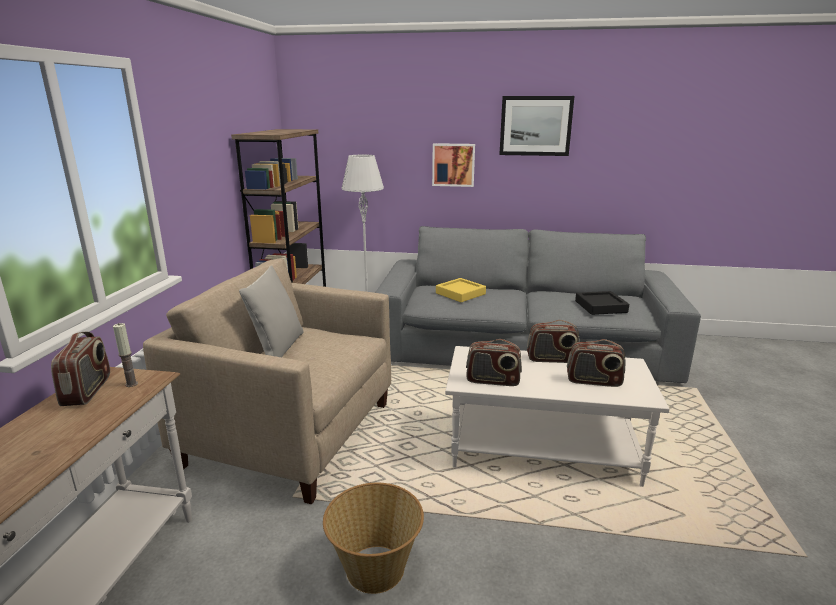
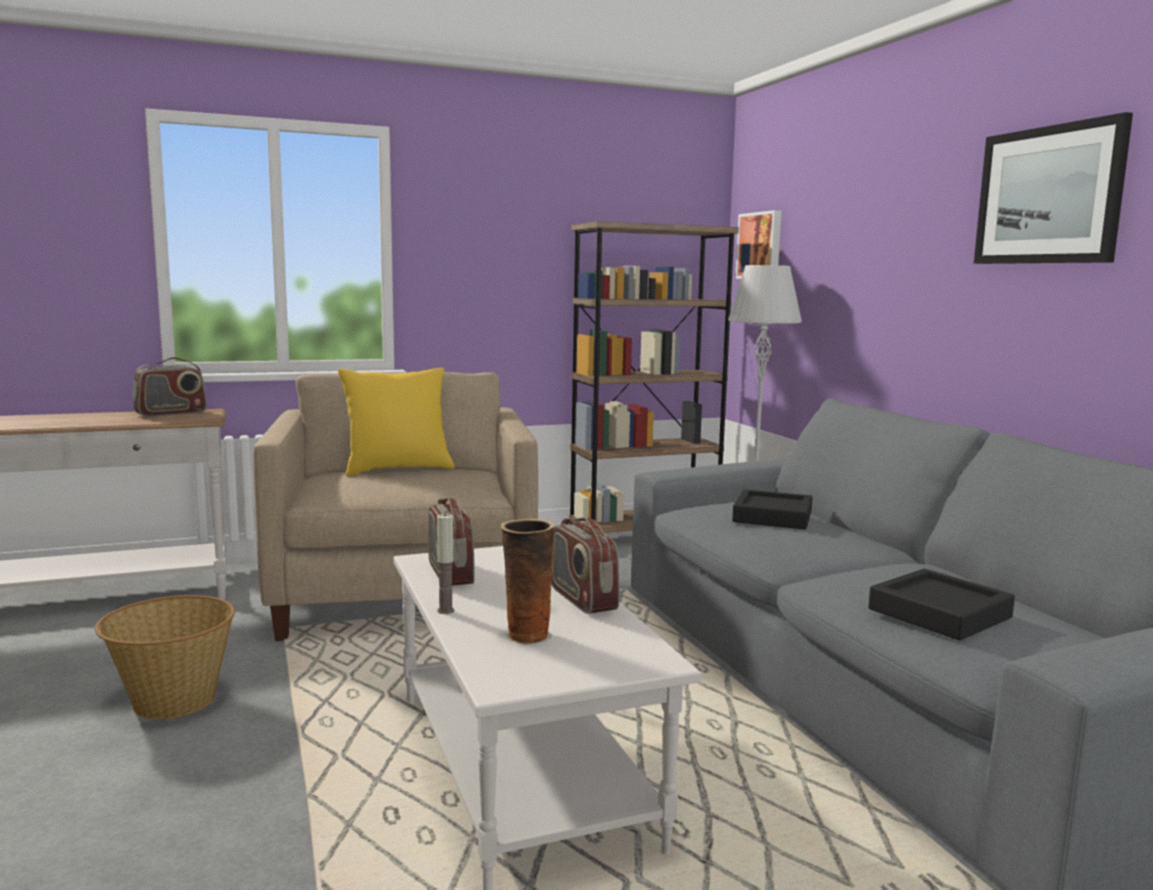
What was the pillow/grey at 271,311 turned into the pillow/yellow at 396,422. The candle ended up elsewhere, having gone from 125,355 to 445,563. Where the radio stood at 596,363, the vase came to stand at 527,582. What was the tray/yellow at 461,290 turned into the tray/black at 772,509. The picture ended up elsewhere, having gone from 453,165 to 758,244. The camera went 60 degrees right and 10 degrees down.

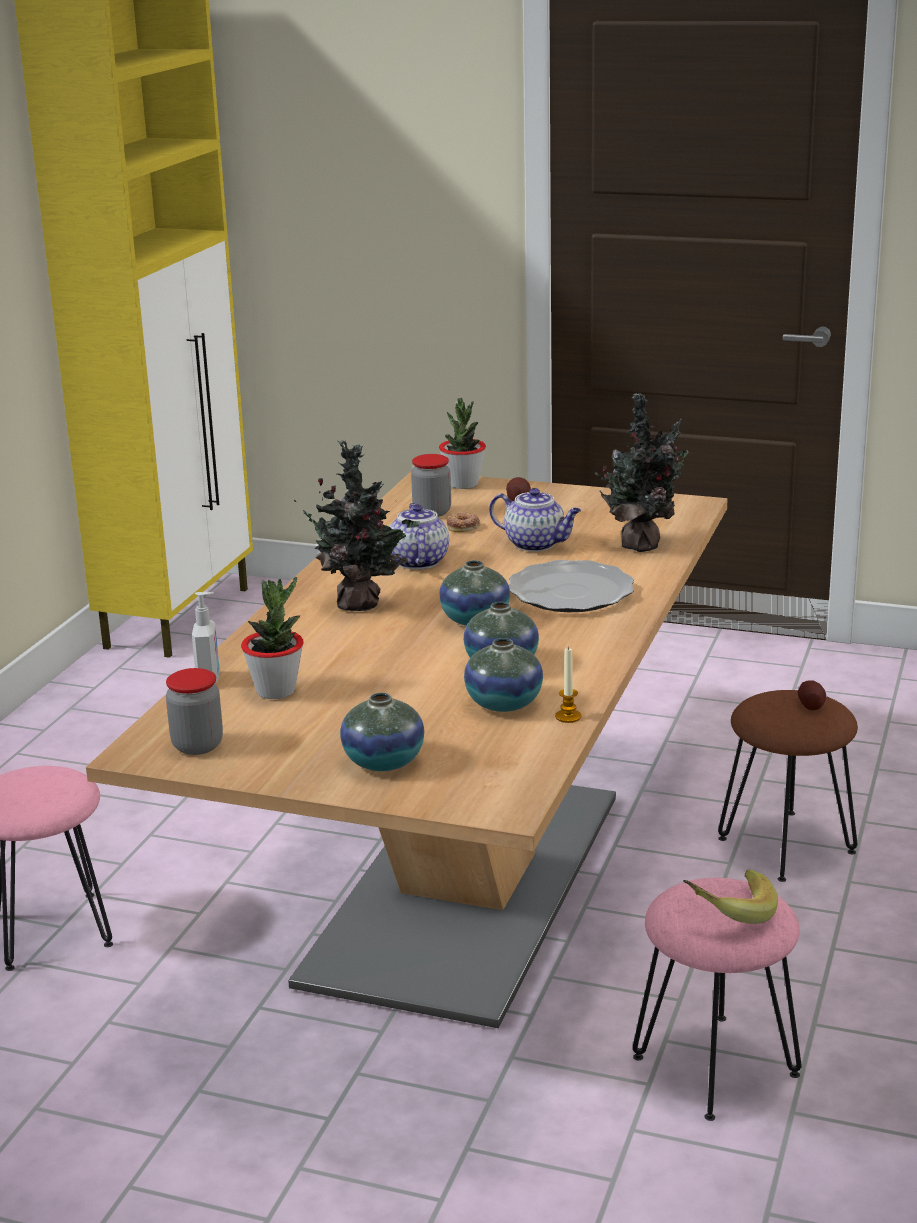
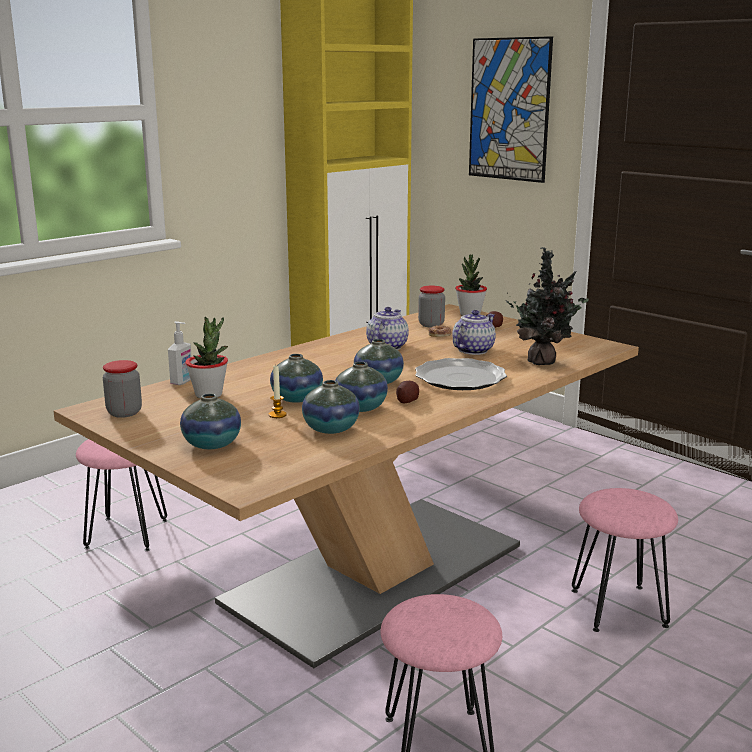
The candle ended up elsewhere, having gone from 568,685 to 278,392. The second view gained the vase at 296,378. The potato ended up elsewhere, having gone from 812,695 to 407,392. The teapot at 535,520 ended up facing another way, 105 degrees counterclockwise from before. The second view gained the picture at 511,109. What was the stool/brown at 788,786 turned into the stool/pink at 624,560. The second view lost the potted plant at 357,526. The second view lost the banana at 730,896. The camera went 25 degrees right and 5 degrees down.

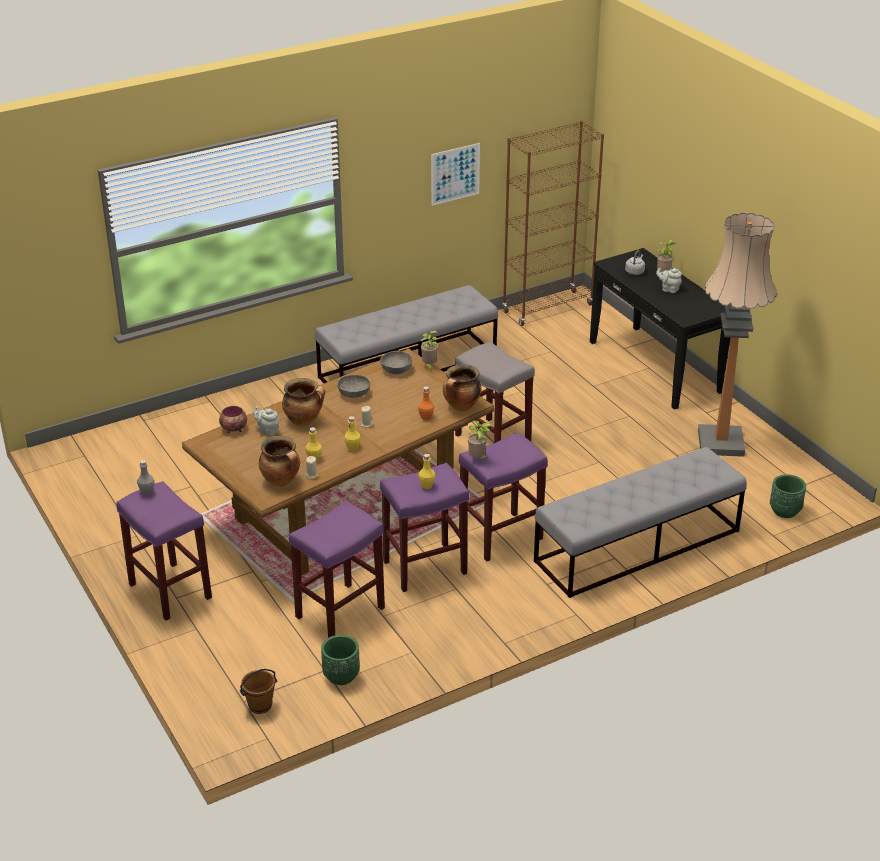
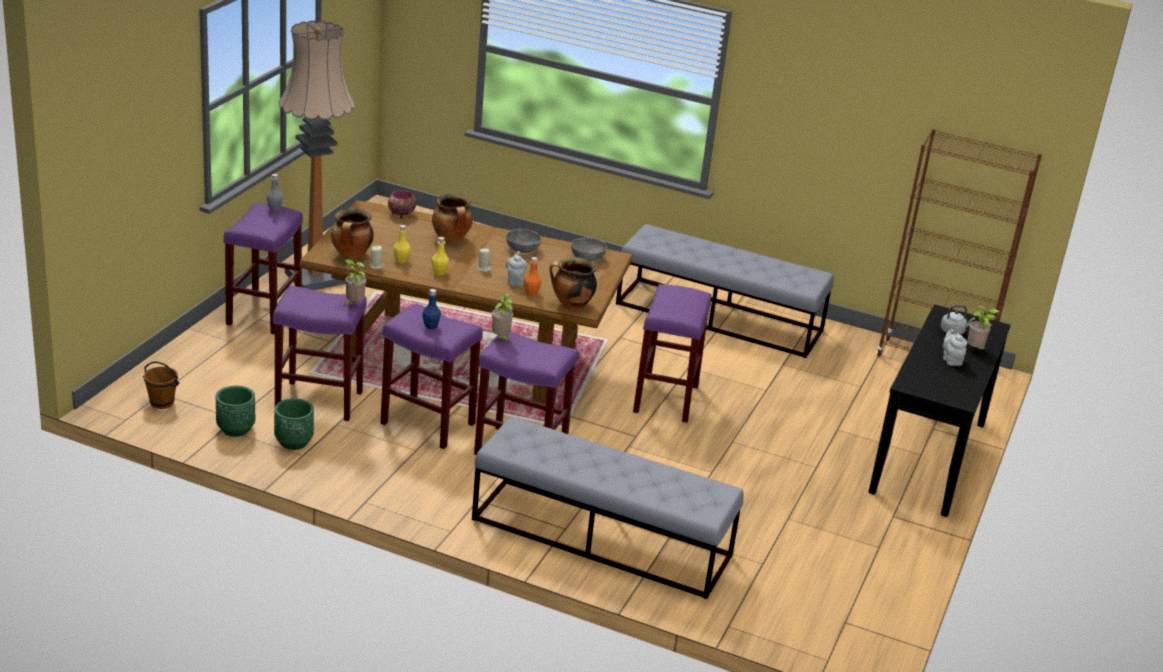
The planter/green ended up elsewhere, having gone from 788,496 to 294,424. The floor lamp ended up elsewhere, having gone from 737,335 to 317,155. The potted plant ended up elsewhere, having gone from 429,350 to 355,282. What was the bottle/yellow at 426,471 turned into the bottle/blue at 432,309. The teapot/grey ended up elsewhere, having gone from 266,421 to 516,268. What was the stool/grey at 495,392 turned into the stool/purple at 672,353. The second view lost the picture at 455,174. The camera went 50 degrees right and 5 degrees down.

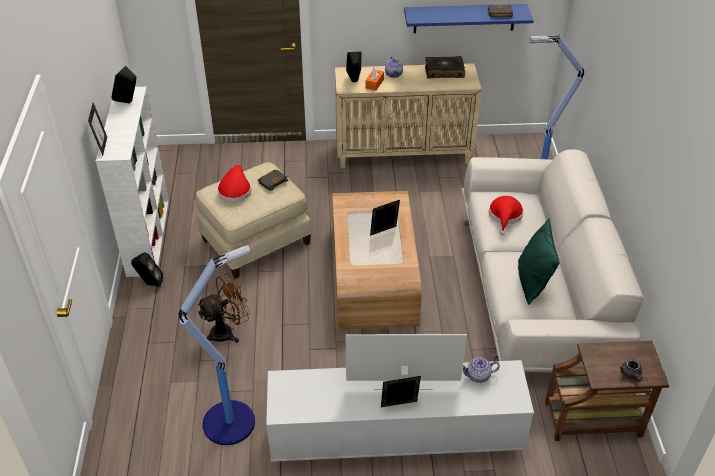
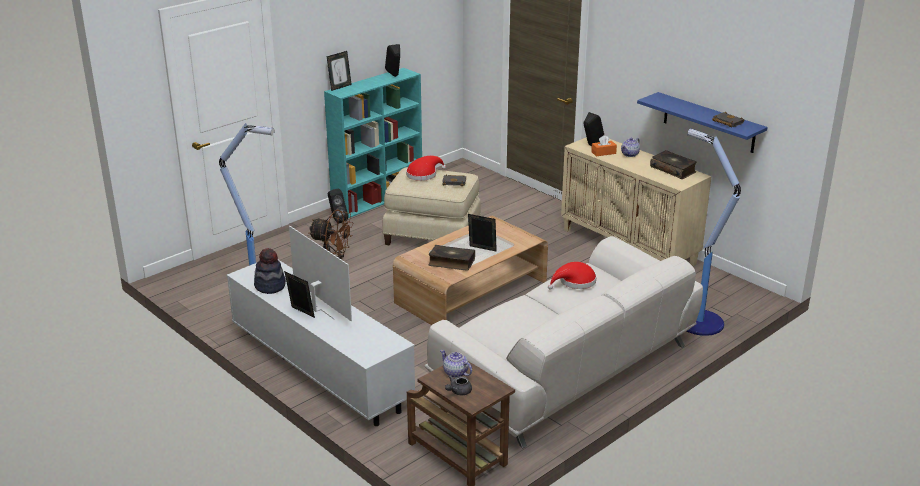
The second view gained the hat at 270,271. What was the bookcase/white at 132,182 turned into the bookcase/turquoise at 373,143. The second view gained the book at 452,258. The teapot ended up elsewhere, having gone from 481,370 to 456,364. The second view lost the pillow/green at 539,261. The camera went 50 degrees right and 15 degrees down.

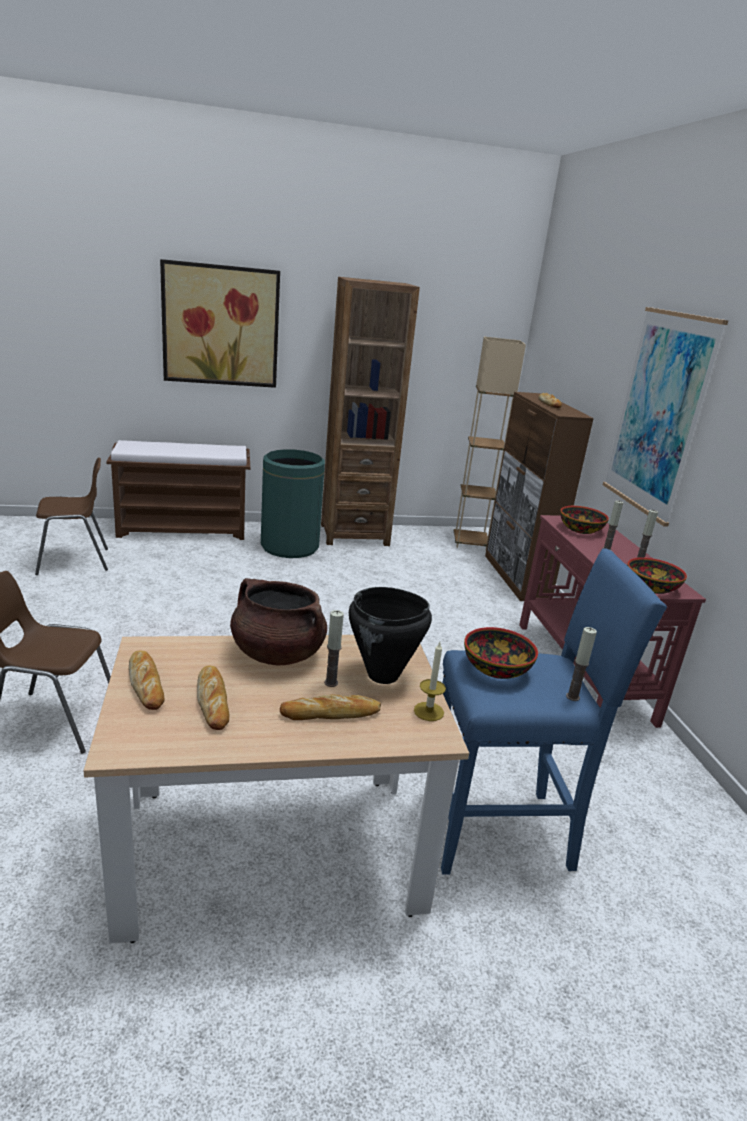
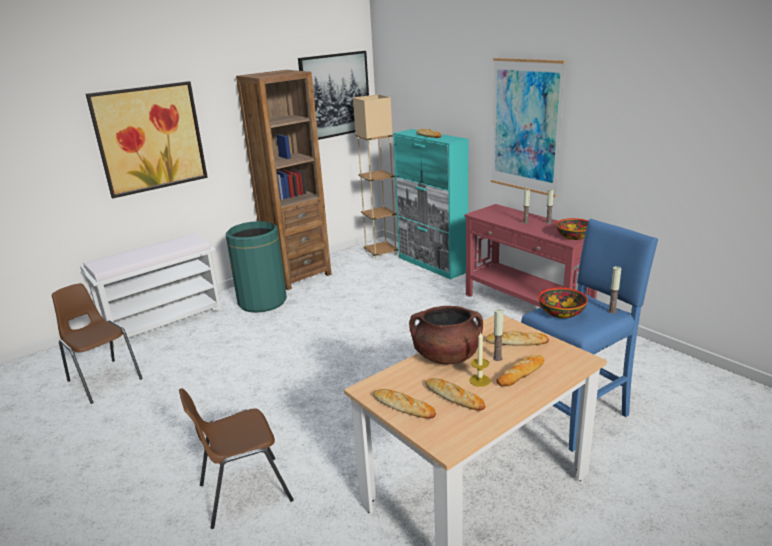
The chair/brown at 71,516 ended up facing another way, 90 degrees counterclockwise from before. What was the bench/brown at 178,490 turned into the bench/white at 151,290. The second view gained the picture at 333,95. What was the cabinet/brown at 539,496 turned into the cabinet/turquoise at 431,204. The candle ended up elsewhere, having gone from 430,681 to 480,359. Where the cooking pot/black stood at 390,635, the bread came to stand at 517,338. The second view lost the bowl at 584,520. The camera went 25 degrees left and 0 degrees up.

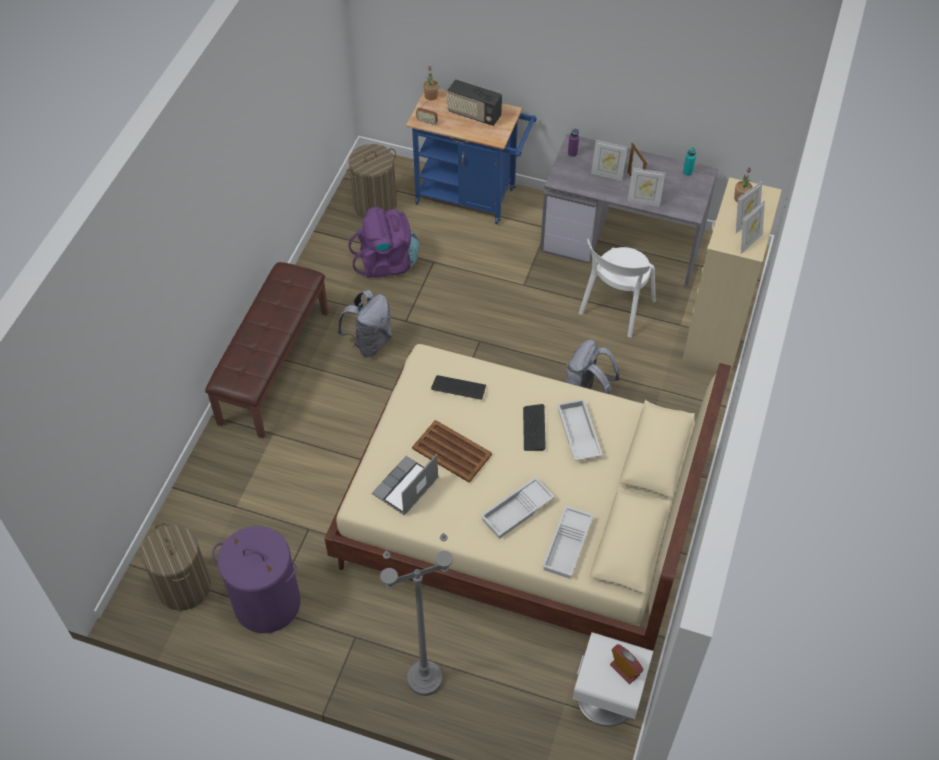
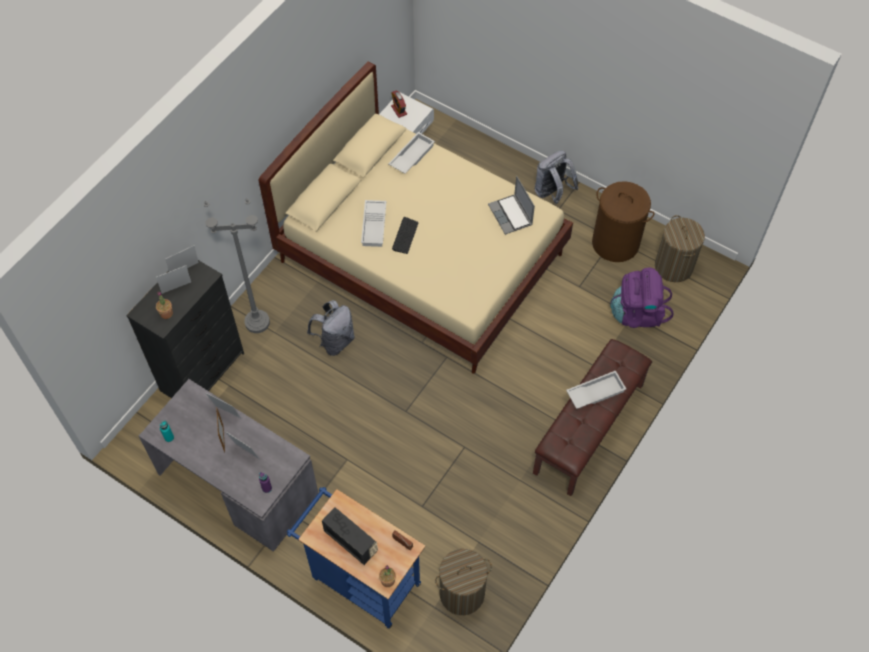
What was the dresser/beige at 732,275 turned into the dresser/black at 185,329. The floor lamp/grey ended up elsewhere, having gone from 416,614 to 237,265. The laptop at 405,485 ended up facing another way, 105 degrees clockwise from before. The backpack/grey ended up elsewhere, having gone from 364,323 to 557,177. The tray/white ended up elsewhere, having gone from 517,508 to 596,389. What was the laundry basket/purple at 256,579 turned into the laundry basket/brown at 623,221. The backpack/purple ended up elsewhere, having gone from 384,242 to 642,298. The second view lost the tray/brown at 452,451. The second view lost the keyboard at 458,387. The second view lost the chair/white at 617,288. The camera went 165 degrees left and 5 degrees up.

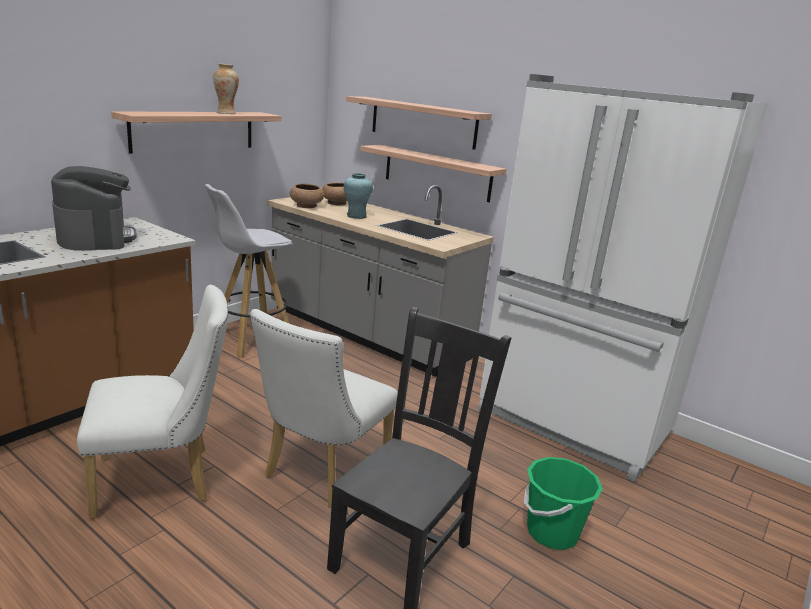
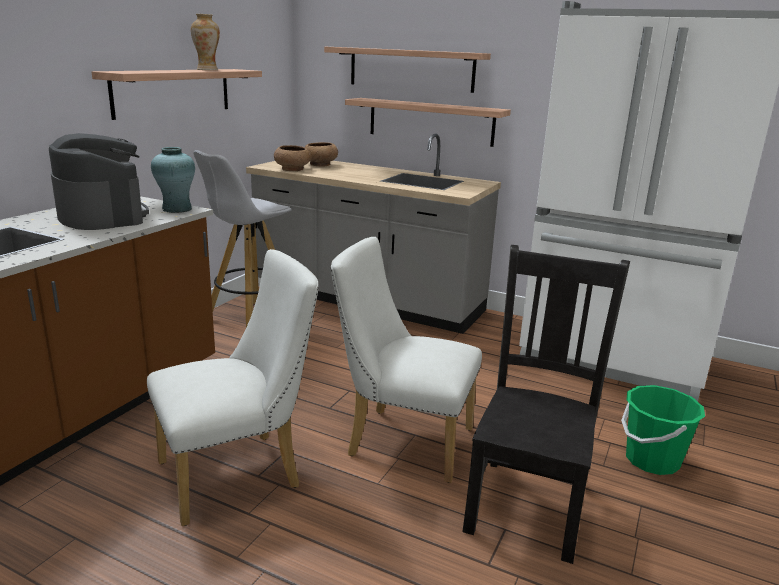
The vase/turquoise ended up elsewhere, having gone from 358,196 to 173,180. The chair/white at 324,408 ended up facing another way, 90 degrees clockwise from before. The camera went 10 degrees left and 0 degrees up.

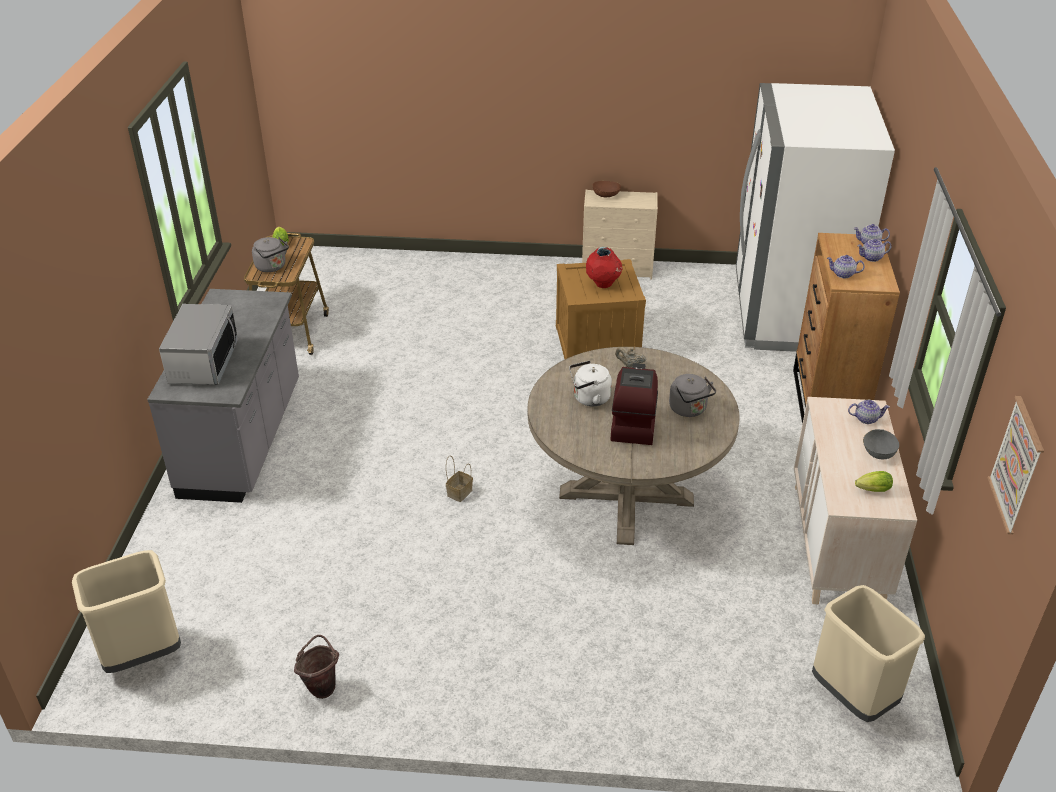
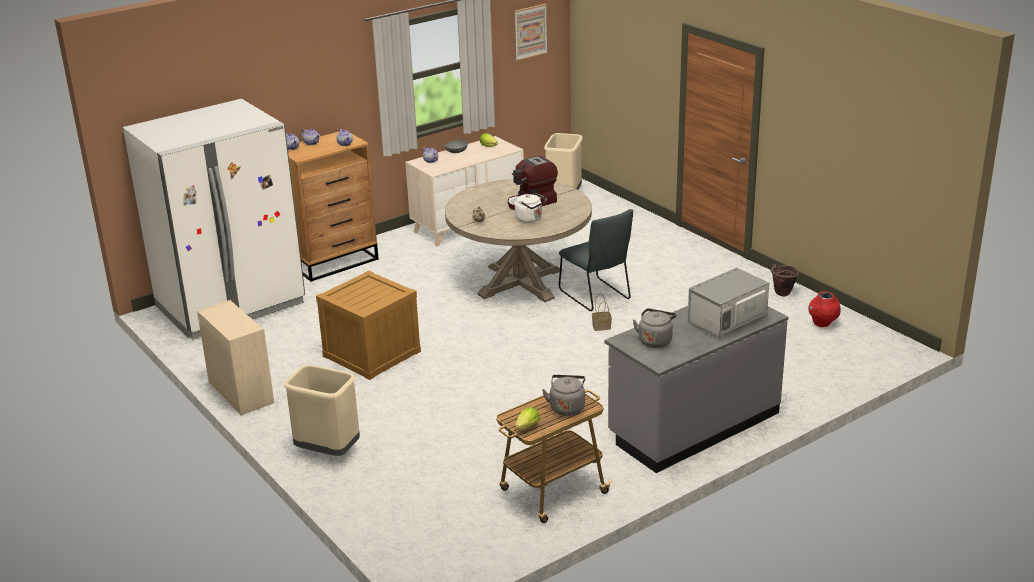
The trash can/beige ended up elsewhere, having gone from 126,611 to 322,410. The second view gained the chair/grey at 596,260. The kettle/grey ended up elsewhere, having gone from 692,395 to 654,328. The vase/red ended up elsewhere, having gone from 604,267 to 824,309. The second view lost the bowl/brown at 606,189. The camera went 130 degrees left and 10 degrees down.

